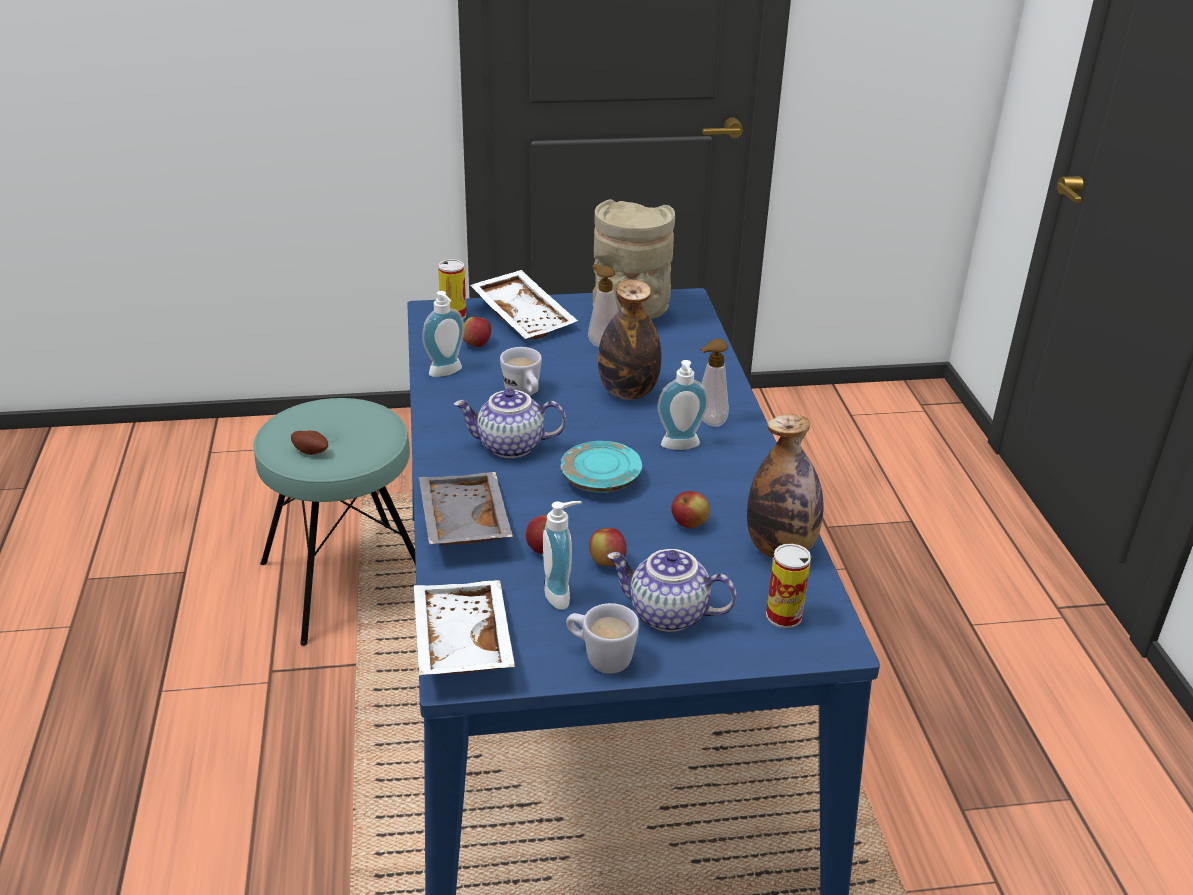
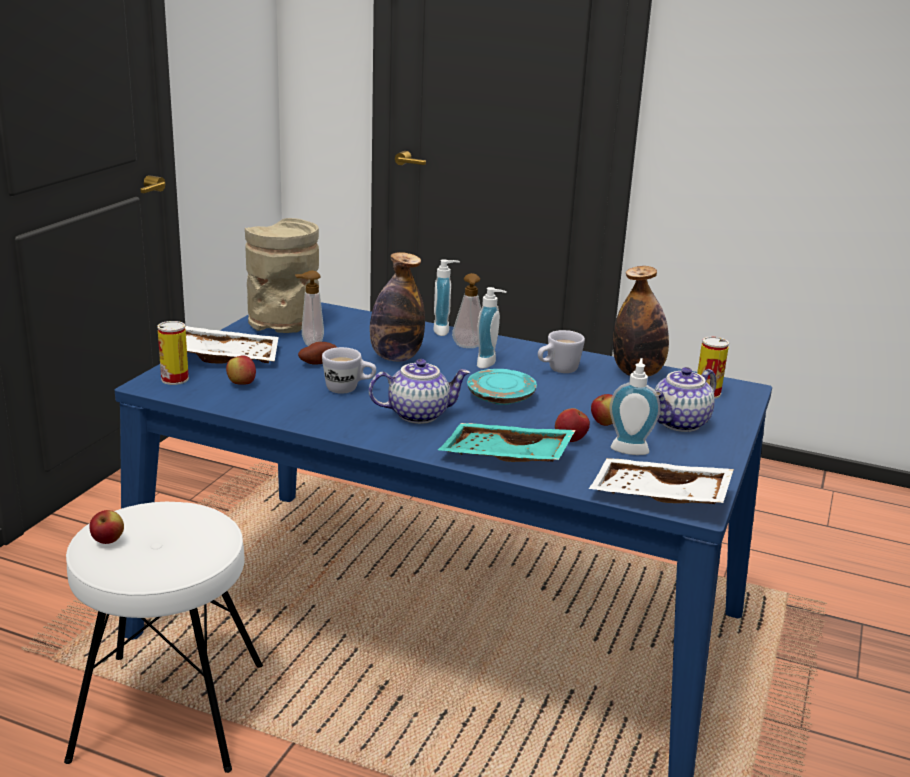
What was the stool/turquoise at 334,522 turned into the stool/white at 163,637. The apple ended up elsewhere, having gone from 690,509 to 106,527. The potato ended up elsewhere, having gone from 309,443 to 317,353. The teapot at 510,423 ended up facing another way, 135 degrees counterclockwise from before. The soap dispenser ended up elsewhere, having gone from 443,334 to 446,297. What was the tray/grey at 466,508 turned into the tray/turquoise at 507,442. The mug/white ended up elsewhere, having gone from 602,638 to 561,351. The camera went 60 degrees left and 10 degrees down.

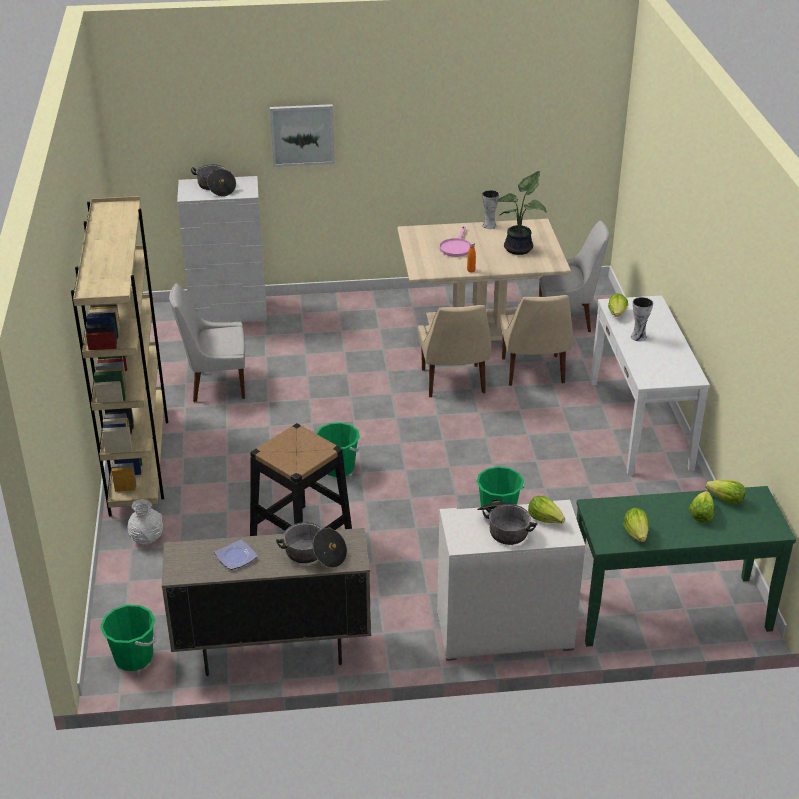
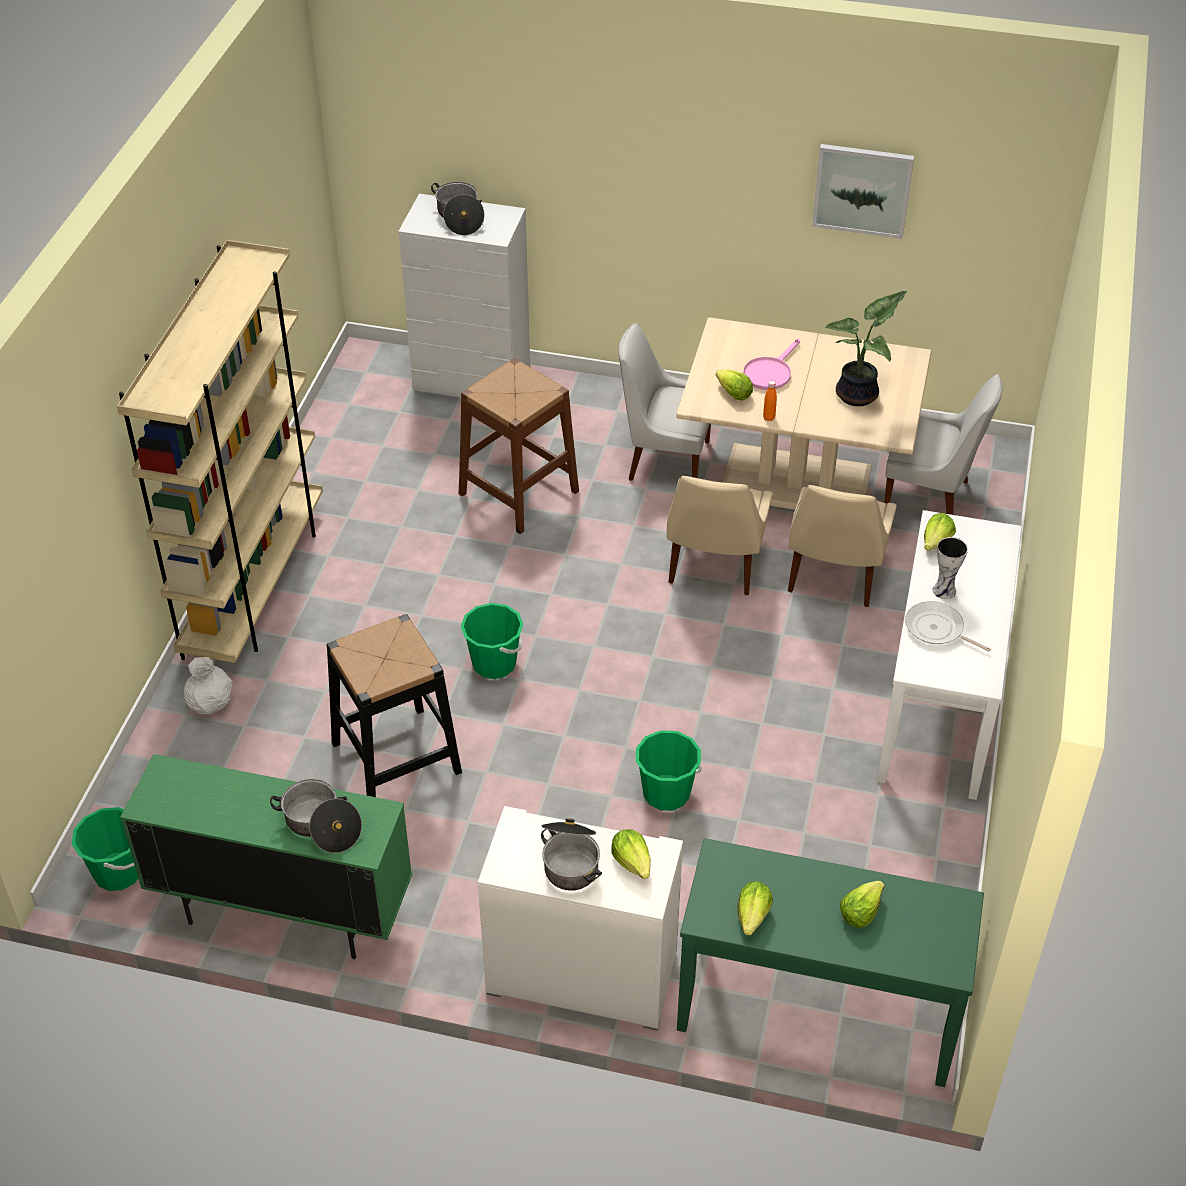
What was the cabinet/beige at 266,602 turned into the cabinet/green at 266,856. The second view gained the stool/brown at 519,446. The chair/white ended up elsewhere, having gone from 207,342 to 664,402. The lettuce ended up elsewhere, having gone from 725,492 to 734,385. The picture ended up elsewhere, having gone from 302,135 to 863,191. The second view gained the frying pan at 948,626. The second view lost the plate at 236,555. The second view lost the vase at 491,209. The camera went 20 degrees right and 10 degrees up.

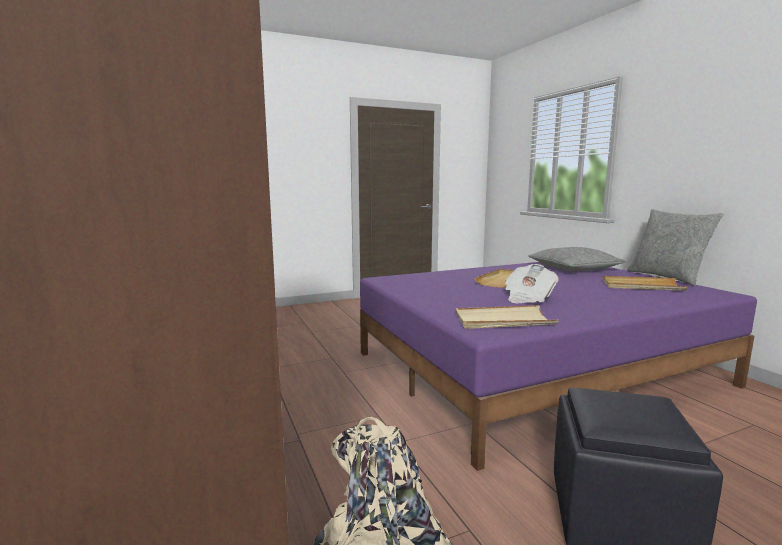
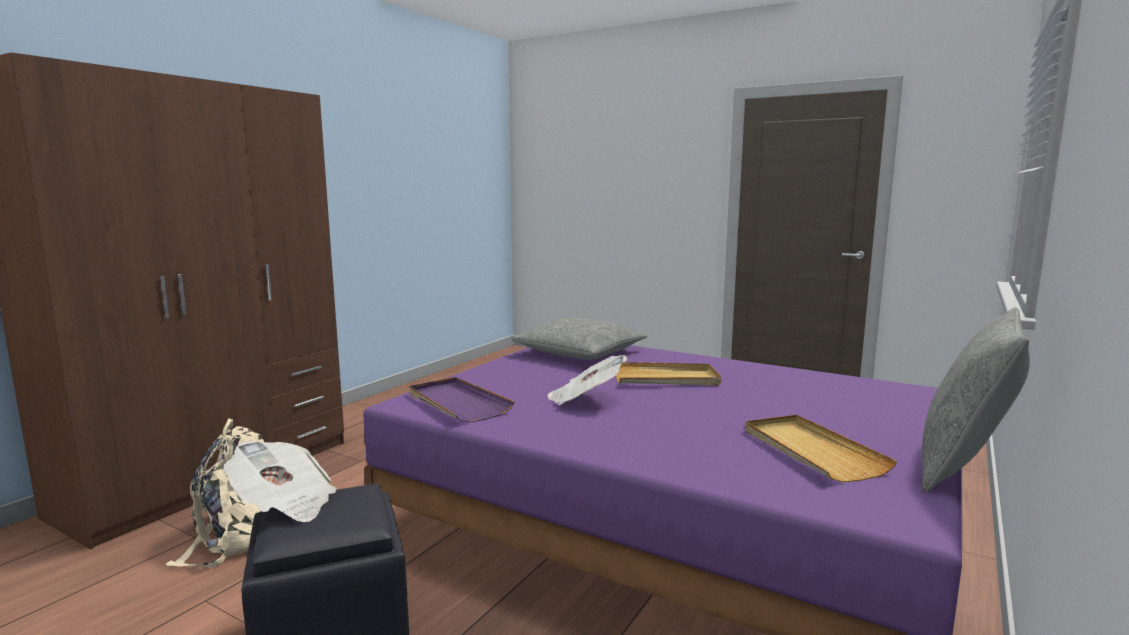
The second view gained the newspaper at 280,481. What was the tray/beige at 507,317 turned into the tray/purple at 462,400. The pillow/grey ended up elsewhere, having gone from 577,259 to 579,339. The camera went 55 degrees right and 0 degrees up.

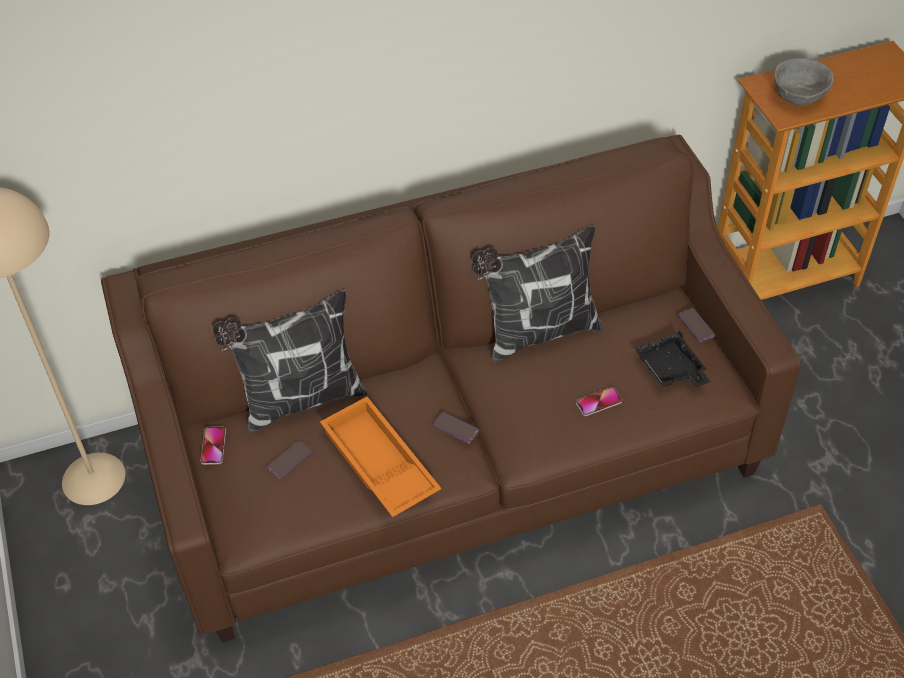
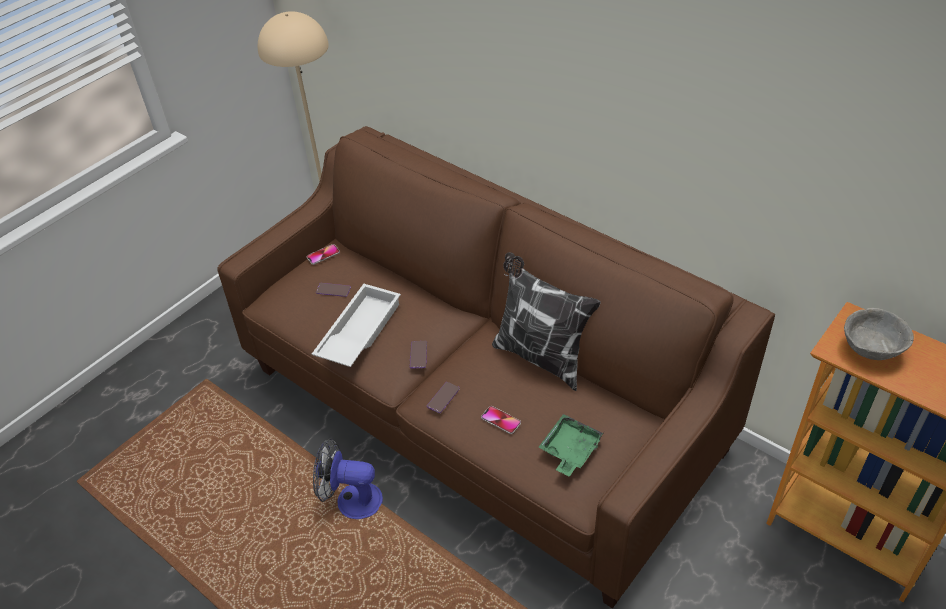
What was the tray/orange at 380,457 turned into the tray/white at 356,325. The second view gained the fan at 348,479. The phone ended up elsewhere, having gone from 696,325 to 443,397. What was the tray/black at 673,359 turned into the tray/green at 571,445. The second view lost the pillow at 289,361. The camera went 60 degrees right and 5 degrees down.

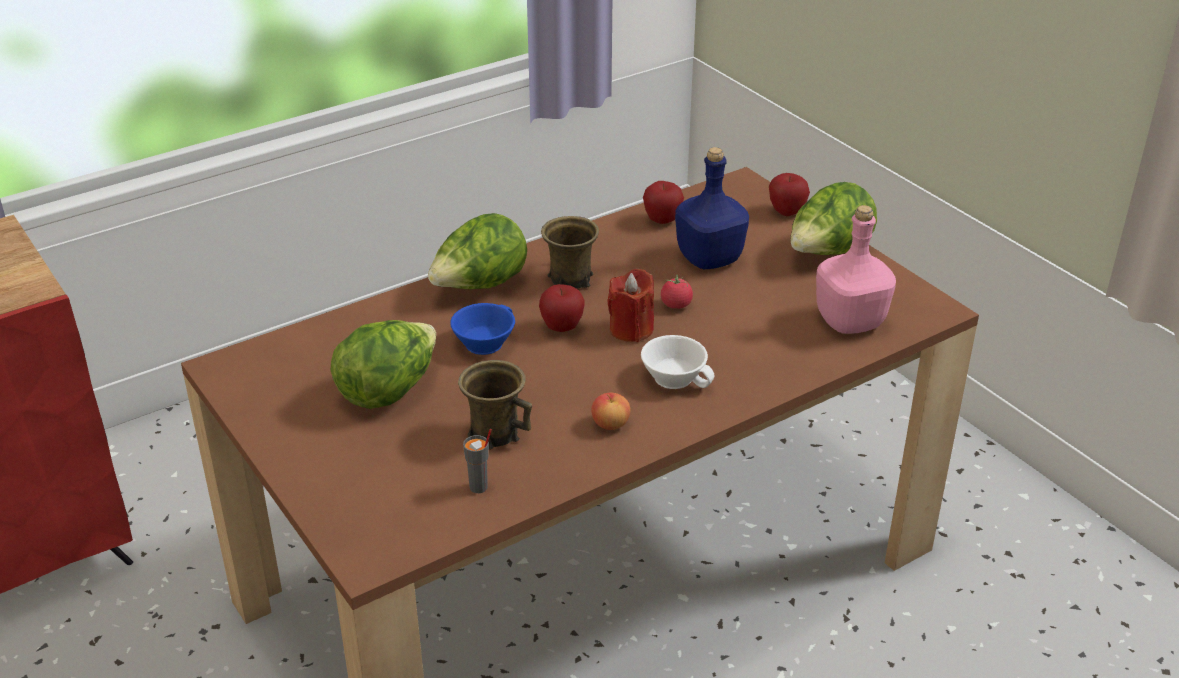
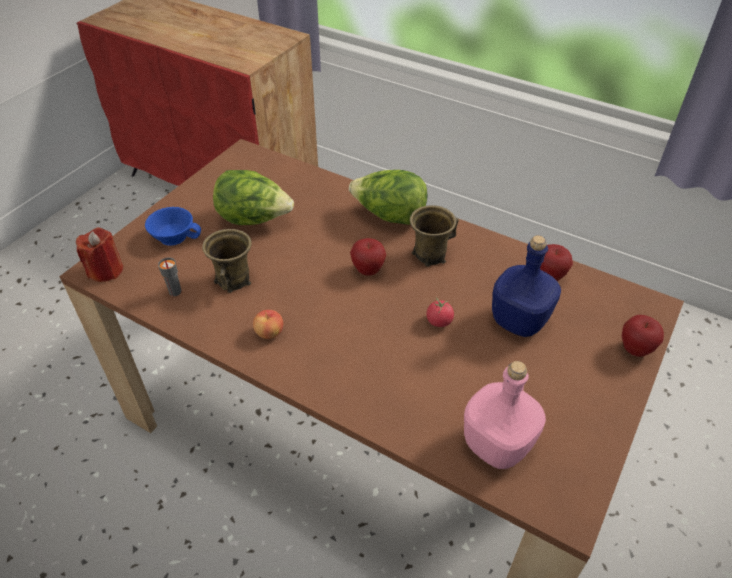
The candle/red ended up elsewhere, having gone from 630,305 to 99,255. The cup/blue ended up elsewhere, having gone from 482,329 to 173,226. The second view lost the cup/white at 678,362. The second view lost the lettuce at 834,218. The camera went 65 degrees right and 10 degrees up.

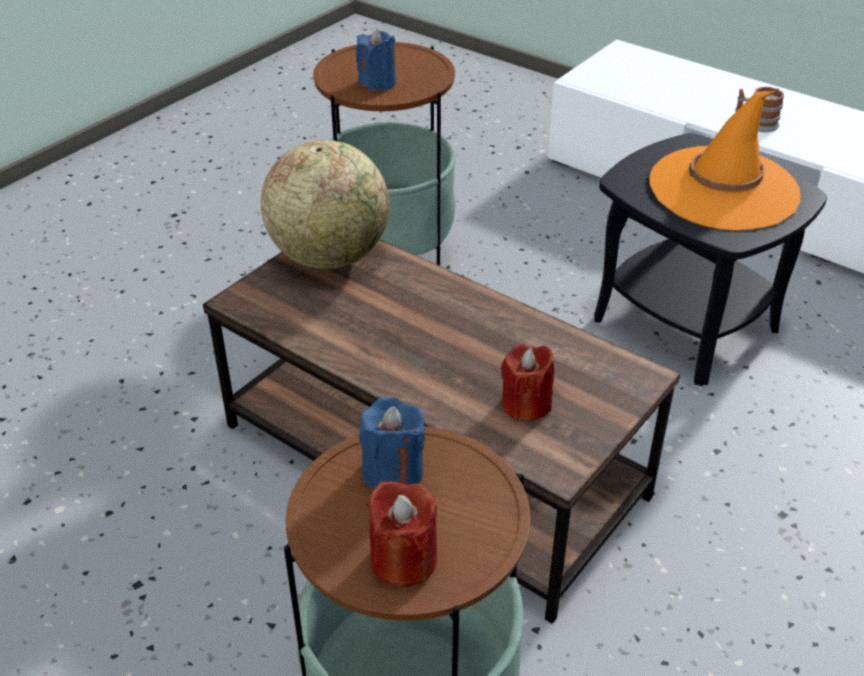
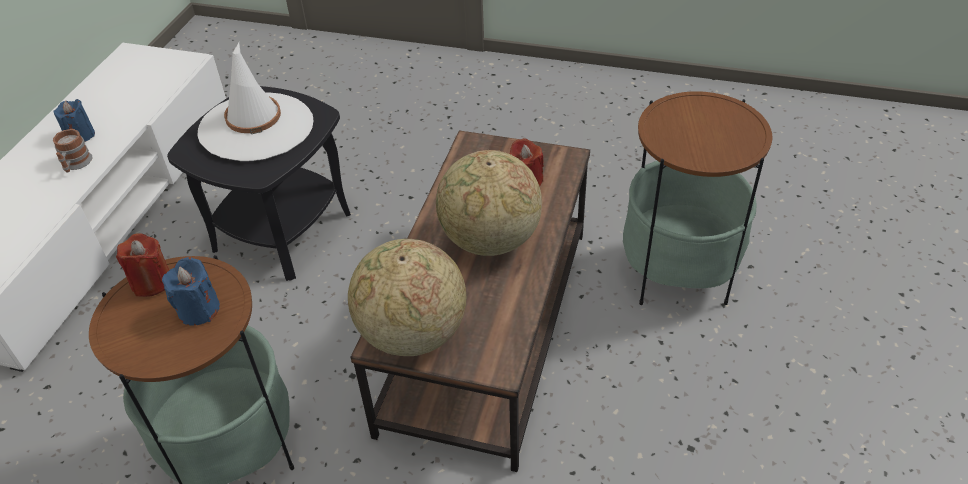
The candle/blue ended up elsewhere, having gone from 392,443 to 74,120. The candle/red ended up elsewhere, having gone from 402,534 to 142,265. What was the hat/orange at 725,161 turned into the hat/white at 255,102. The second view gained the globe at 489,203. The camera went 110 degrees left and 5 degrees up.

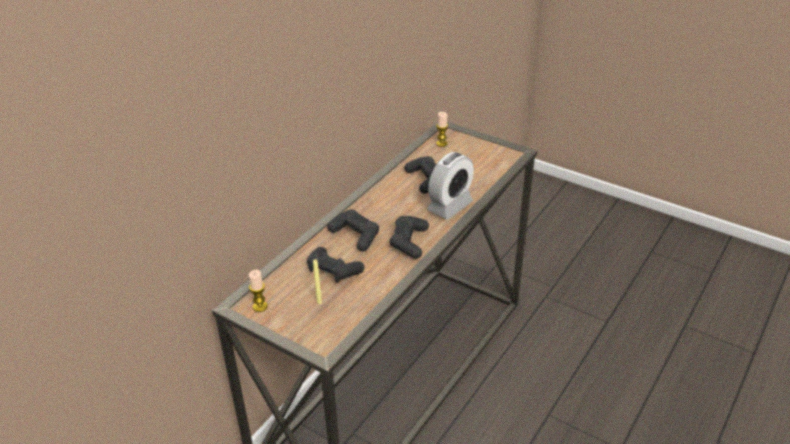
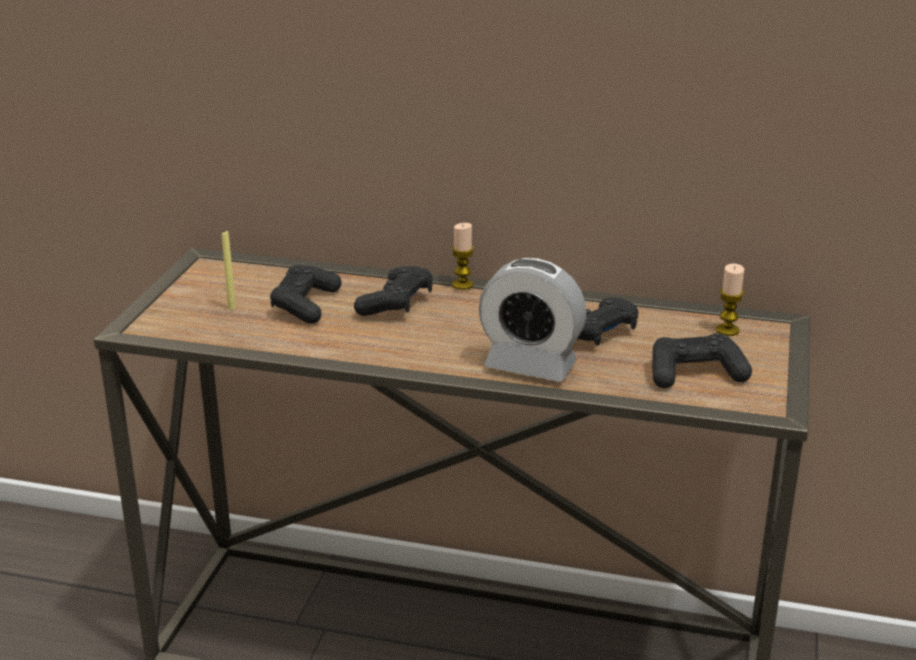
The candle ended up elsewhere, having gone from 258,291 to 463,256. The game controller/black ended up elsewhere, having gone from 409,237 to 702,360. The camera went 70 degrees right and 10 degrees down.

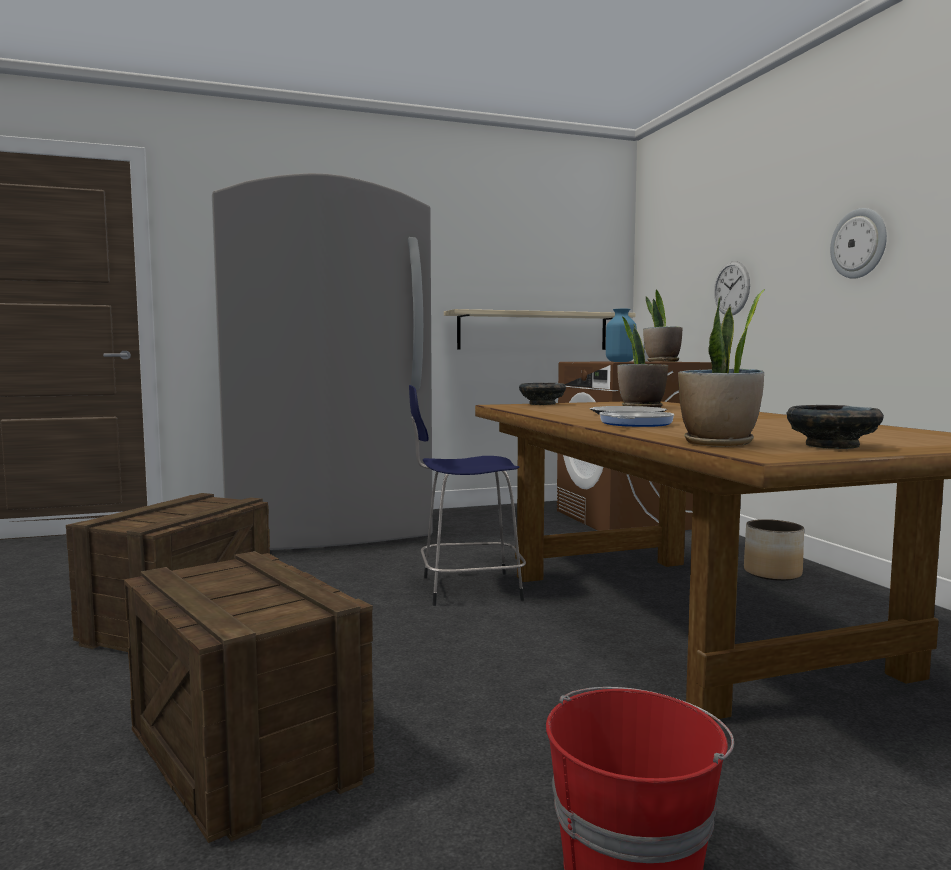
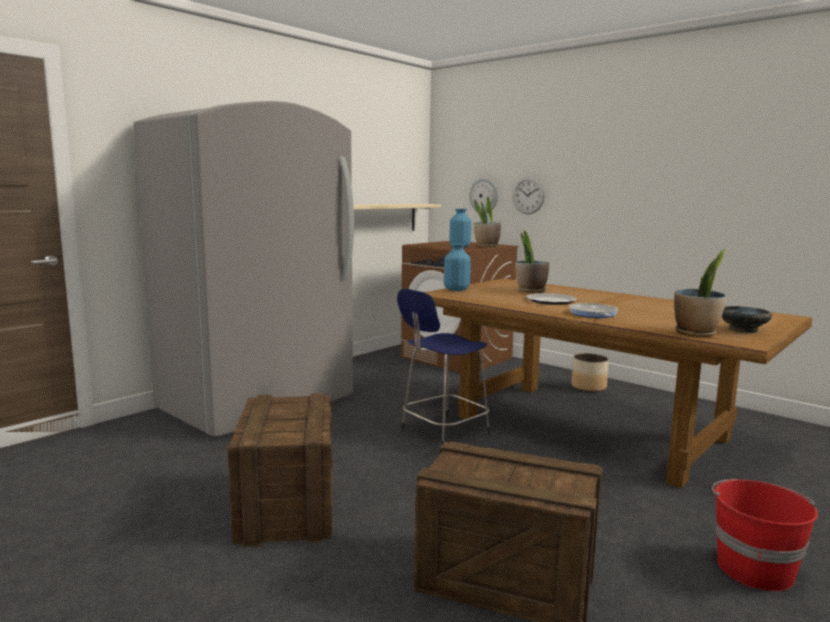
Where the bowl/black stood at 542,394, the vase/blue came to stand at 457,267. The wall clock ended up elsewhere, having gone from 858,243 to 483,195. The camera went 30 degrees left and 5 degrees up.

